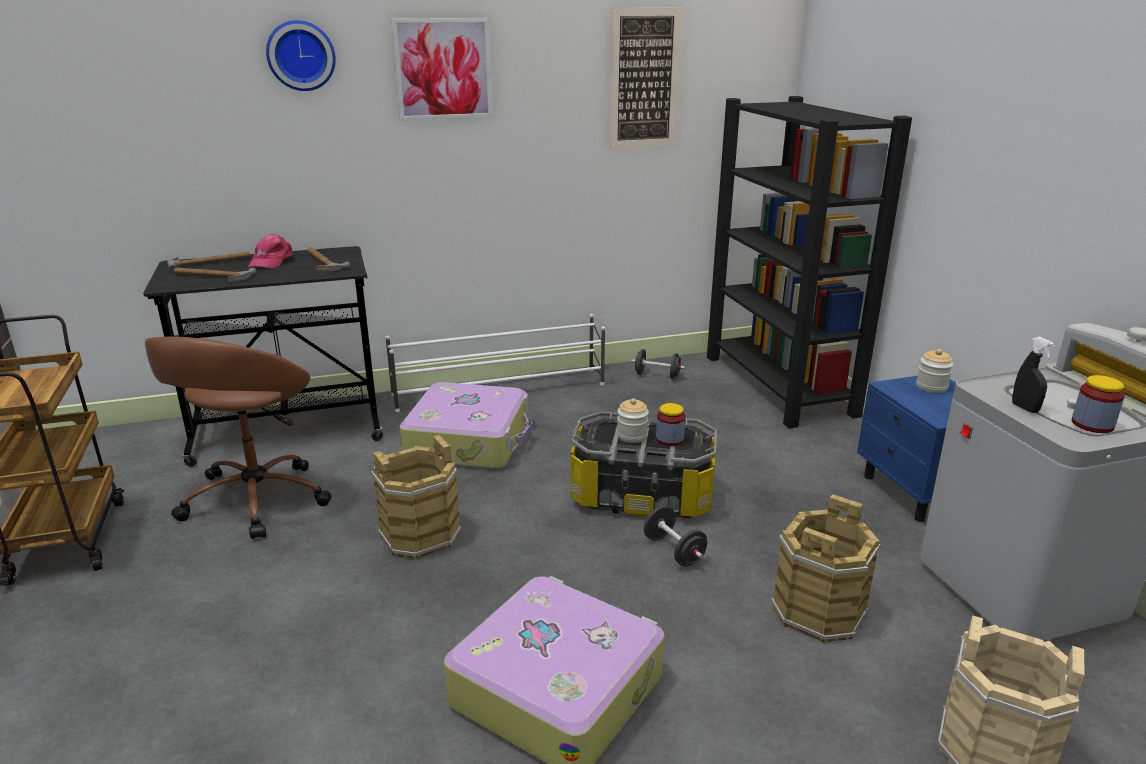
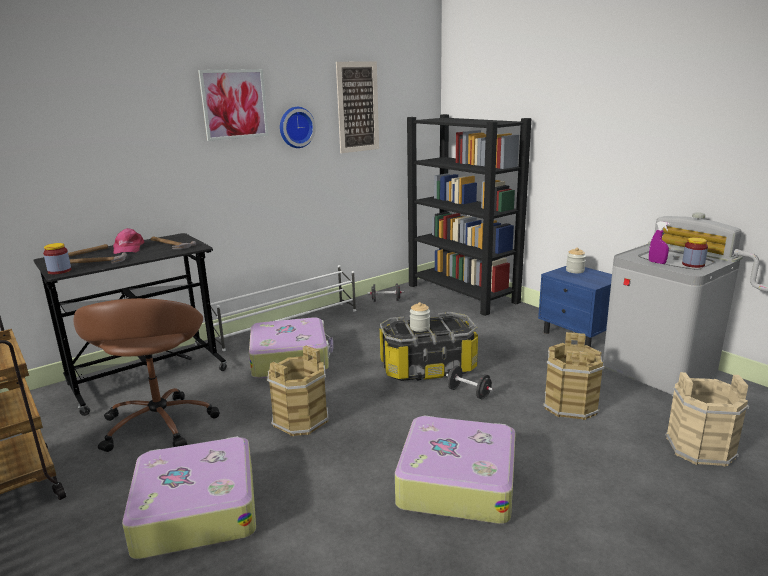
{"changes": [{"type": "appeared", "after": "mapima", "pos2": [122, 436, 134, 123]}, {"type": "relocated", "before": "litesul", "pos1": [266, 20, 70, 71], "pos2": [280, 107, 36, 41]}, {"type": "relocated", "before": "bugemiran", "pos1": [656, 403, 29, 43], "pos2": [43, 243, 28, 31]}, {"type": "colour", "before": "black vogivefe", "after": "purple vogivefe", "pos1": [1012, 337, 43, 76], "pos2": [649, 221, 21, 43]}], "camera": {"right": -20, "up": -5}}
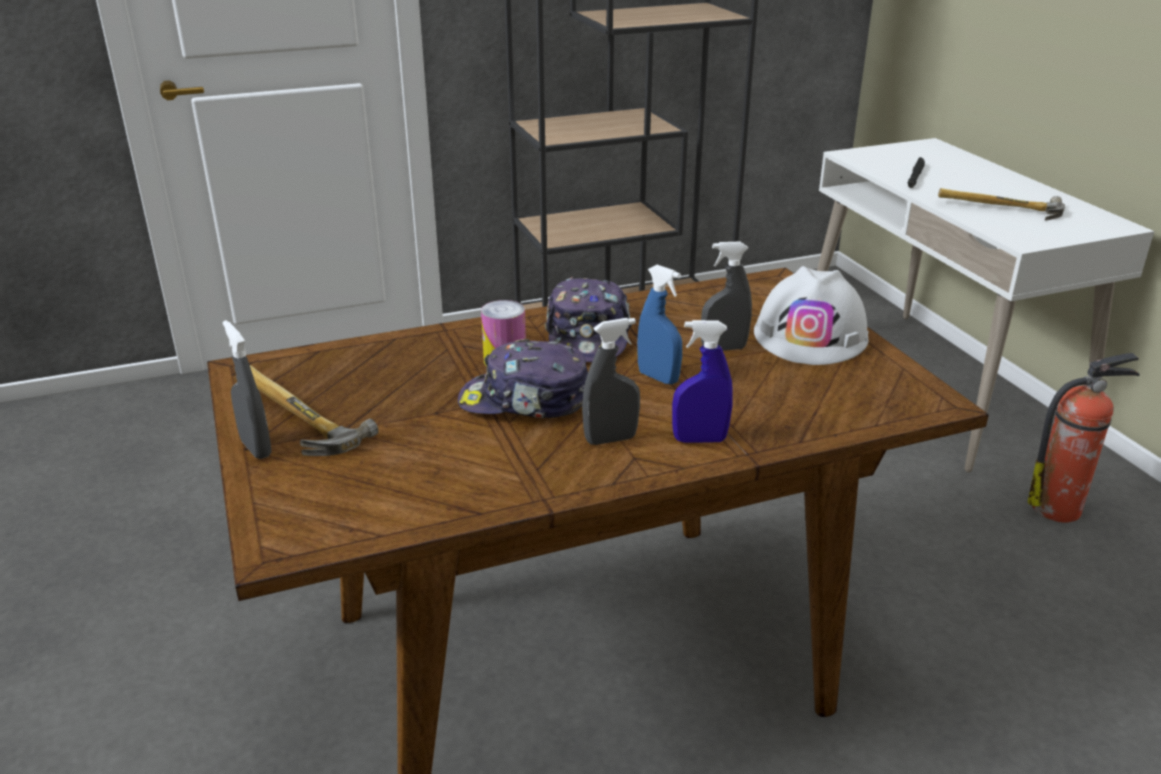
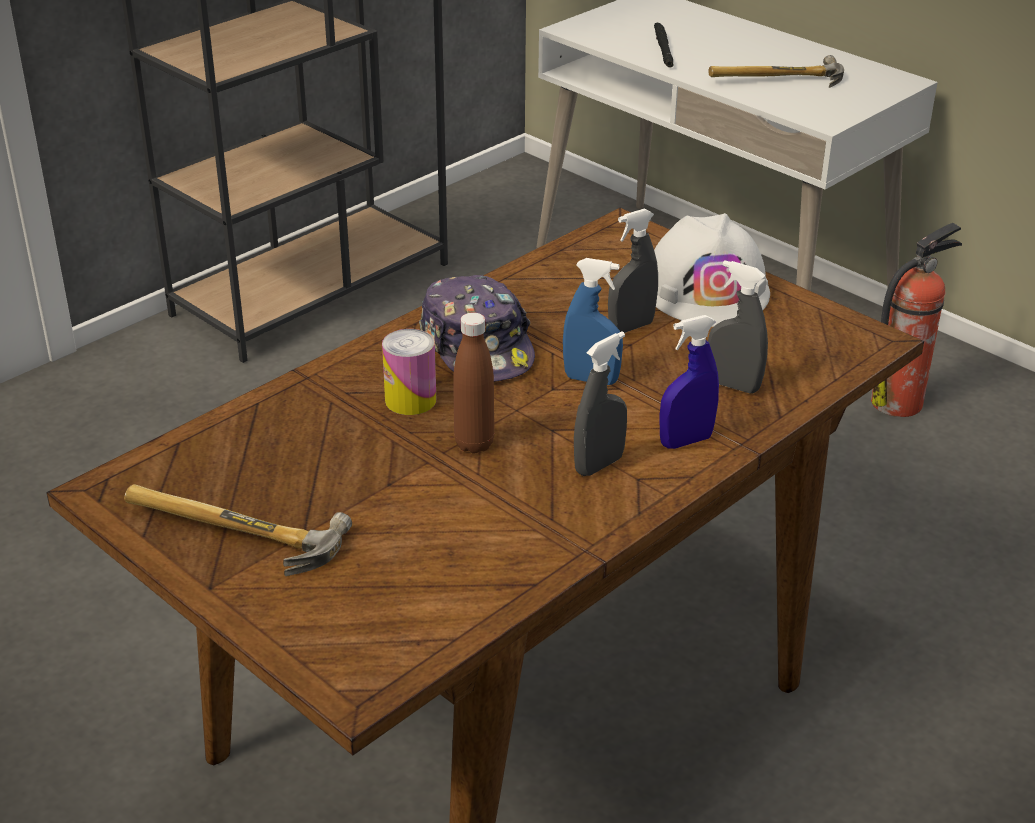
{"changes": [{"type": "relocated", "before": "grey vogivefe", "pos1": [223, 320, 49, 139], "pos2": [708, 260, 60, 133]}, {"type": "exchanged", "before": "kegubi", "after": "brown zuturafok", "pos1": [458, 339, 130, 79], "pos2": [453, 313, 41, 140]}], "camera": {"right": -25, "up": 5}}
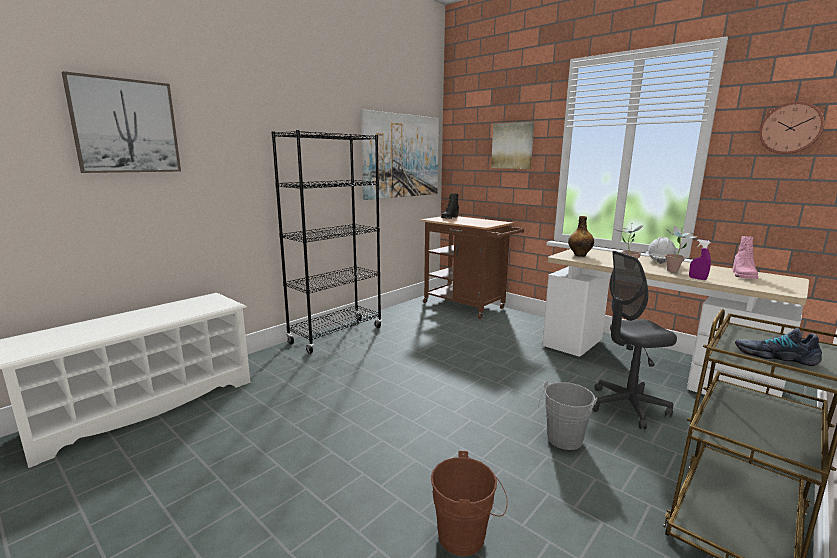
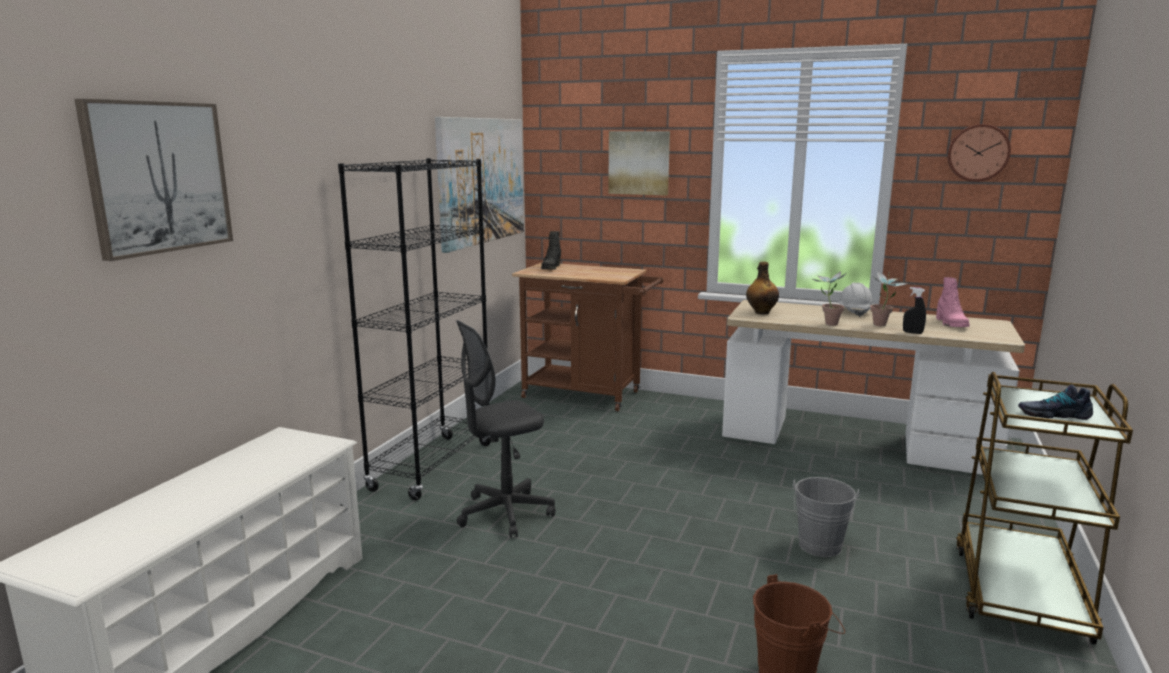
{"changes": [{"type": "relocated", "before": "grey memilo", "pos1": [592, 251, 85, 178], "pos2": [456, 320, 100, 218]}, {"type": "colour", "before": "purple vogivefe", "after": "black vogivefe", "pos1": [689, 239, 22, 41], "pos2": [903, 287, 23, 47]}], "camera": {"right": -20, "up": 0}}
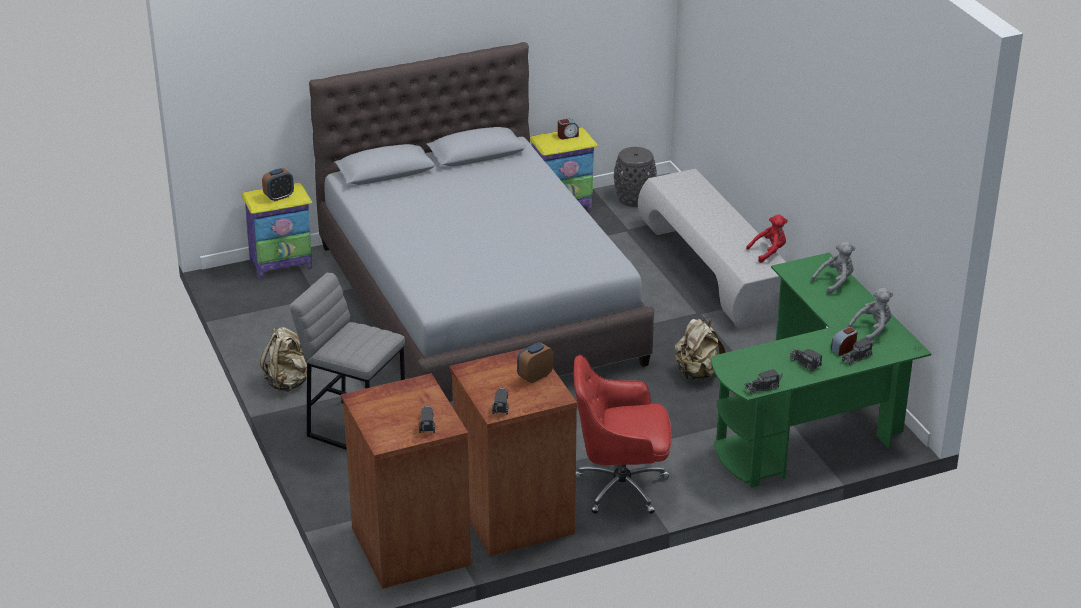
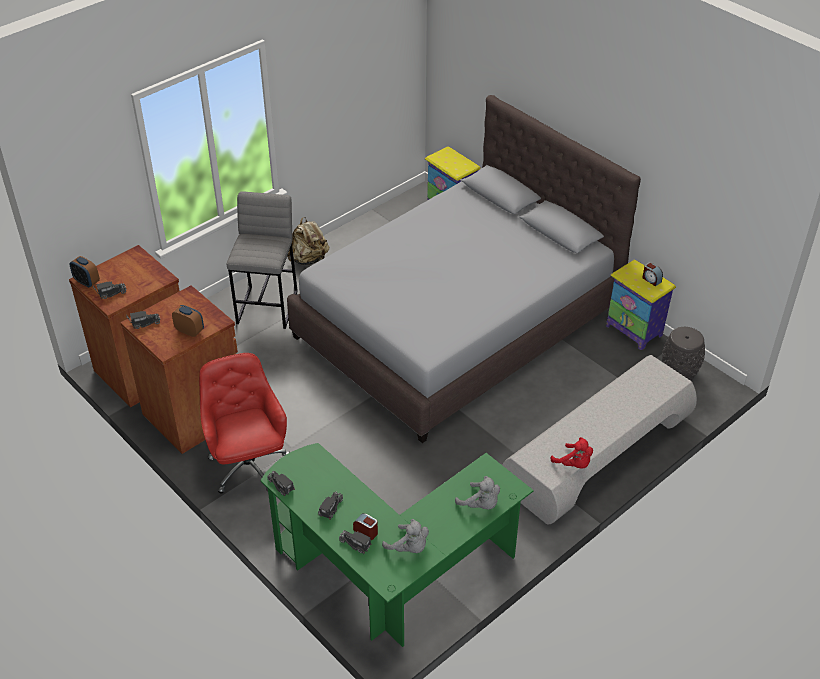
{"changes": [{"type": "missing", "before": "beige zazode", "pos1": [674, 317, 52, 63]}, {"type": "relocated", "before": "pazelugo", "pos1": [262, 168, 32, 33], "pos2": [70, 256, 30, 32]}], "camera": {"right": 70, "up": 10}}
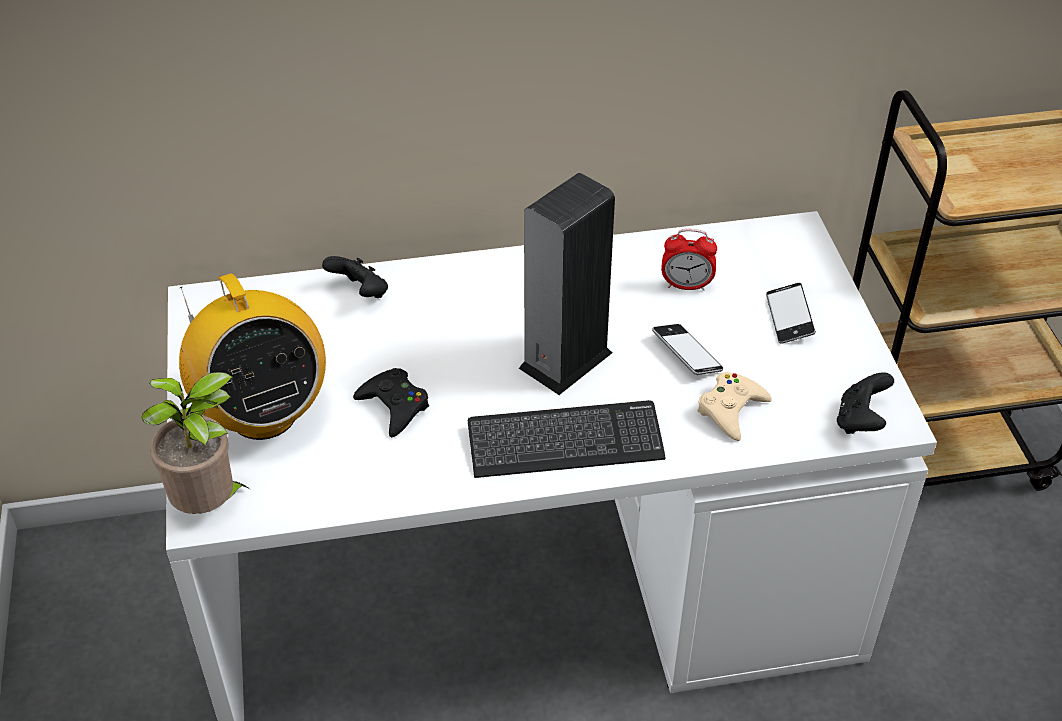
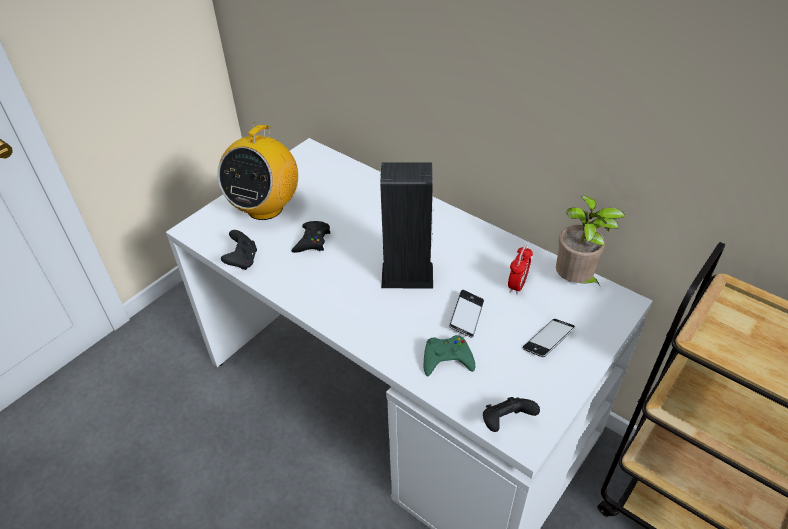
{"changes": [{"type": "missing", "before": "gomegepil", "pos1": [468, 400, 198, 78]}, {"type": "relocated", "before": "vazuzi", "pos1": [142, 372, 108, 142], "pos2": [556, 195, 69, 91]}, {"type": "relocated", "before": "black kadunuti", "pos1": [322, 256, 66, 42], "pos2": [221, 230, 36, 40]}, {"type": "colour", "before": "beige kadunuti", "after": "green kadunuti", "pos1": [697, 372, 75, 69], "pos2": [424, 335, 51, 41]}, {"type": "spun", "before": "pazelugo", "pos1": [661, 229, 56, 62], "pos2": [508, 245, 25, 50], "turn": -120}], "camera": {"right": 50, "up": 0}}
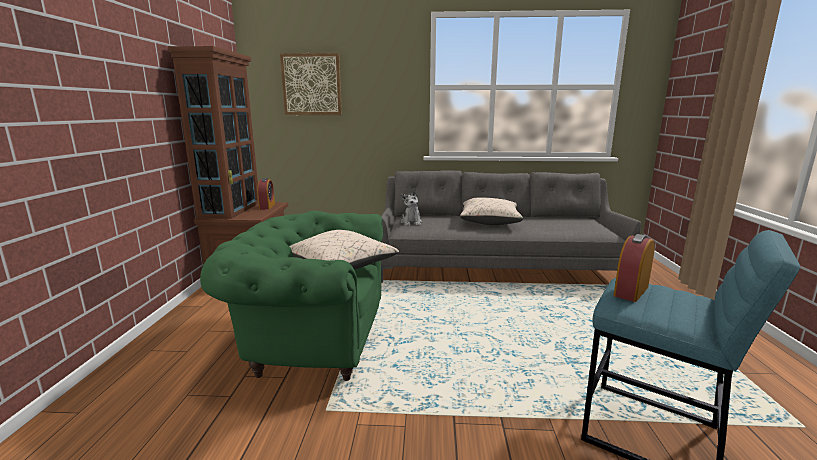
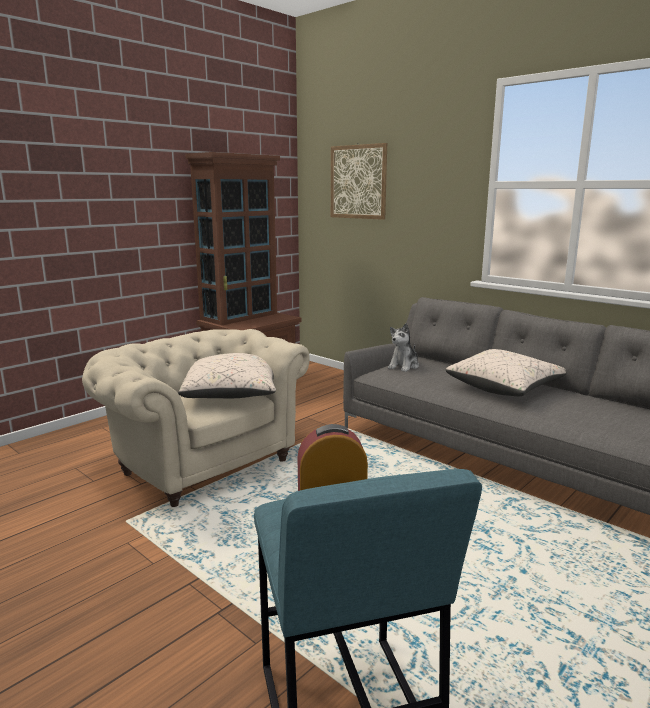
{"changes": [{"type": "missing", "before": "pazelugo", "pos1": [257, 178, 18, 31]}, {"type": "colour", "before": "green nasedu", "after": "beige nasedu", "pos1": [200, 211, 183, 170], "pos2": [82, 329, 228, 178]}], "camera": {"right": 40, "up": 0}}
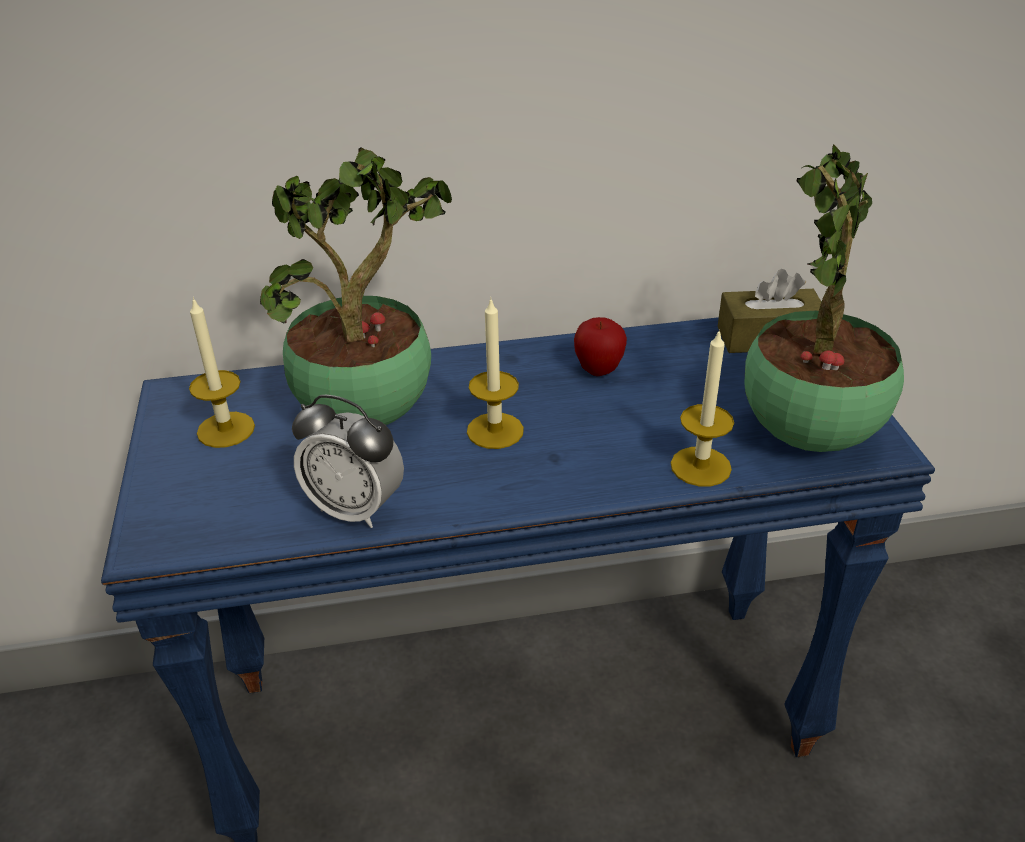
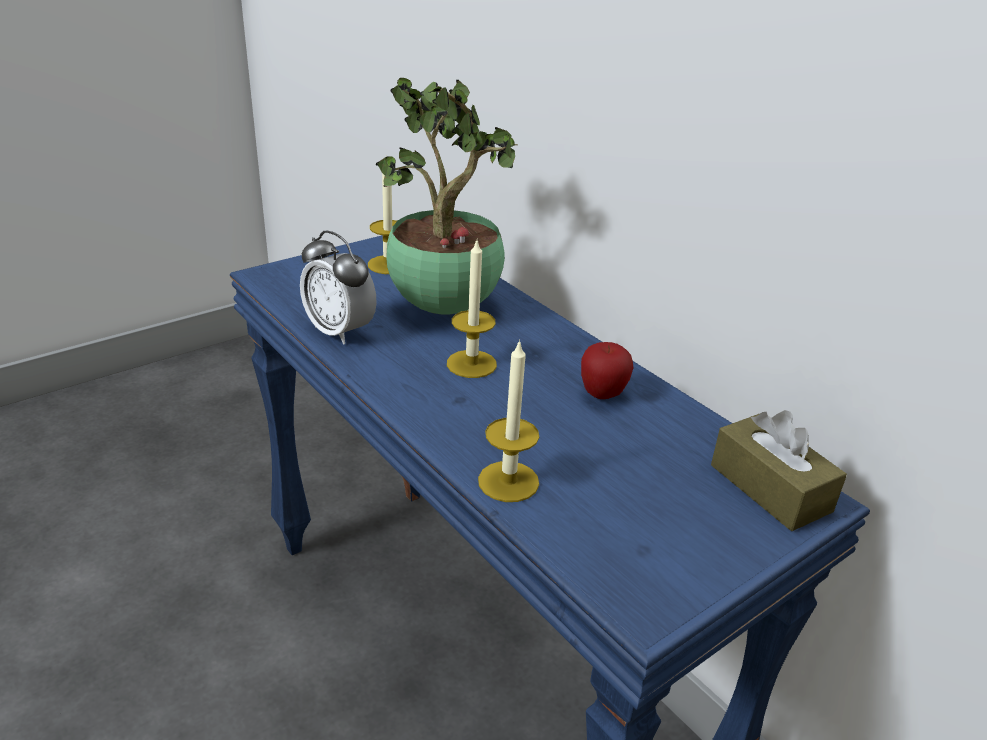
{"changes": [{"type": "missing", "before": "vazuzi", "pos1": [744, 144, 160, 308]}, {"type": "spun", "before": "pazelugo", "pos1": [292, 395, 112, 133], "pos2": [300, 231, 77, 114], "turn": -45}], "camera": {"right": 60, "up": -5}}
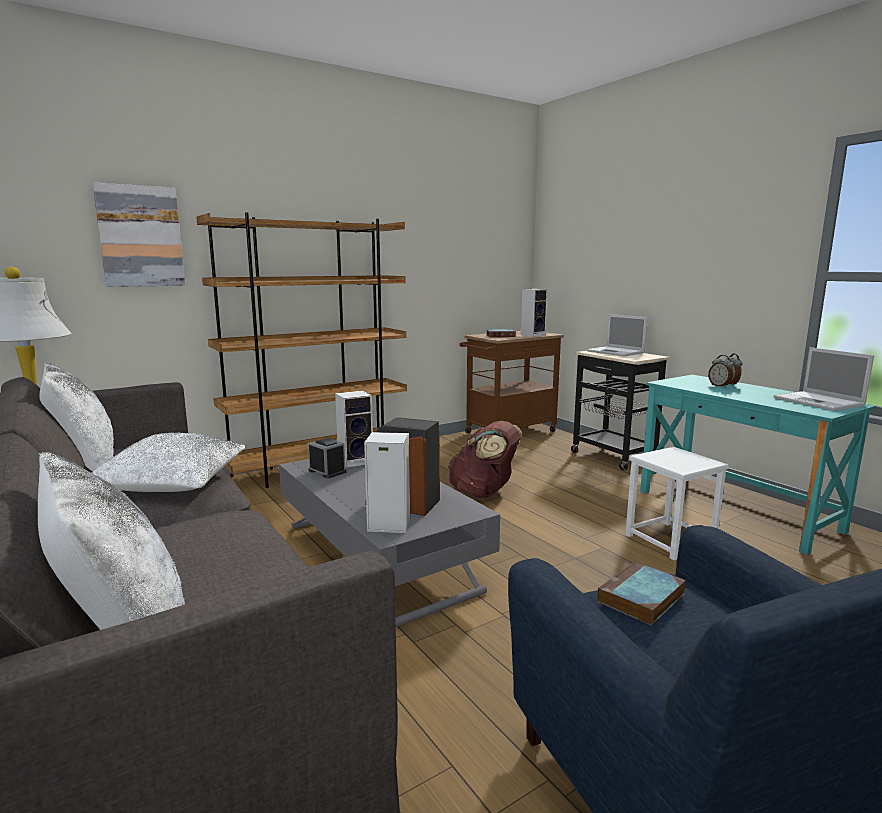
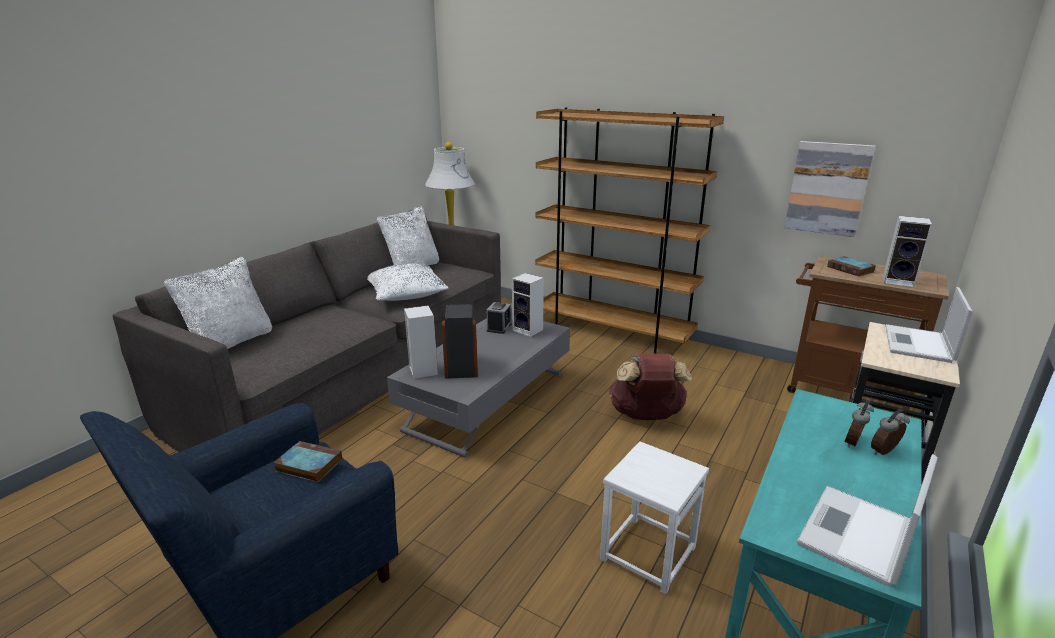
{"changes": [{"type": "relocated", "before": "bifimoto", "pos1": [93, 182, 92, 105], "pos2": [784, 141, 91, 96]}], "camera": {"right": 65, "up": 10}}
